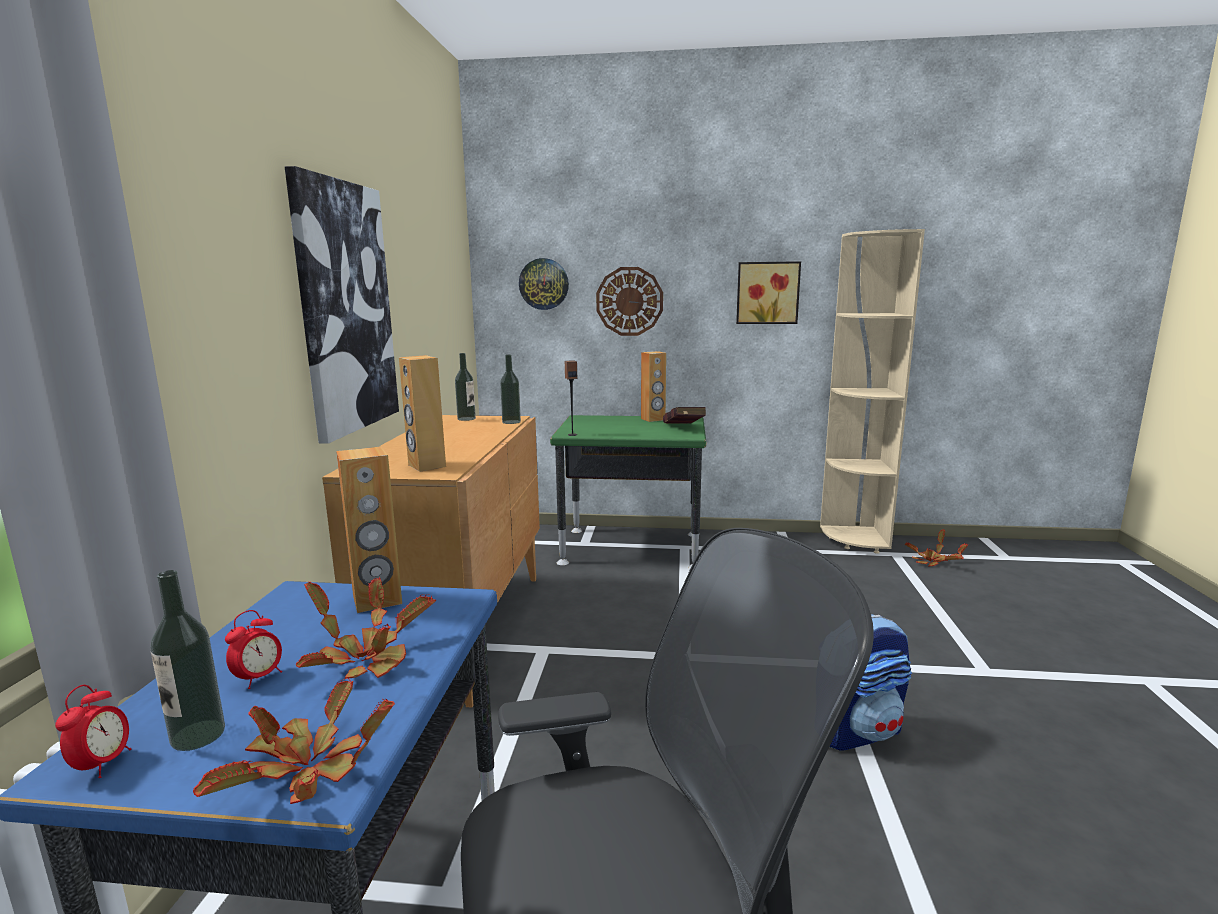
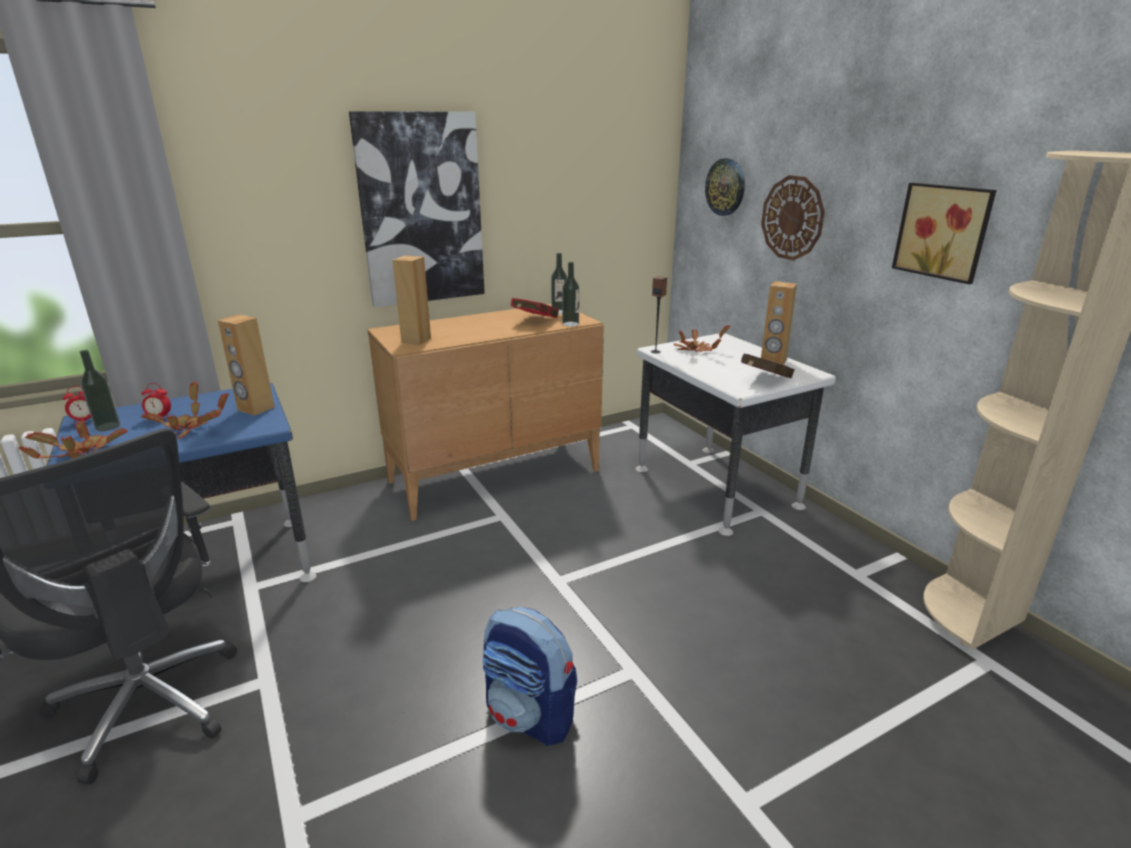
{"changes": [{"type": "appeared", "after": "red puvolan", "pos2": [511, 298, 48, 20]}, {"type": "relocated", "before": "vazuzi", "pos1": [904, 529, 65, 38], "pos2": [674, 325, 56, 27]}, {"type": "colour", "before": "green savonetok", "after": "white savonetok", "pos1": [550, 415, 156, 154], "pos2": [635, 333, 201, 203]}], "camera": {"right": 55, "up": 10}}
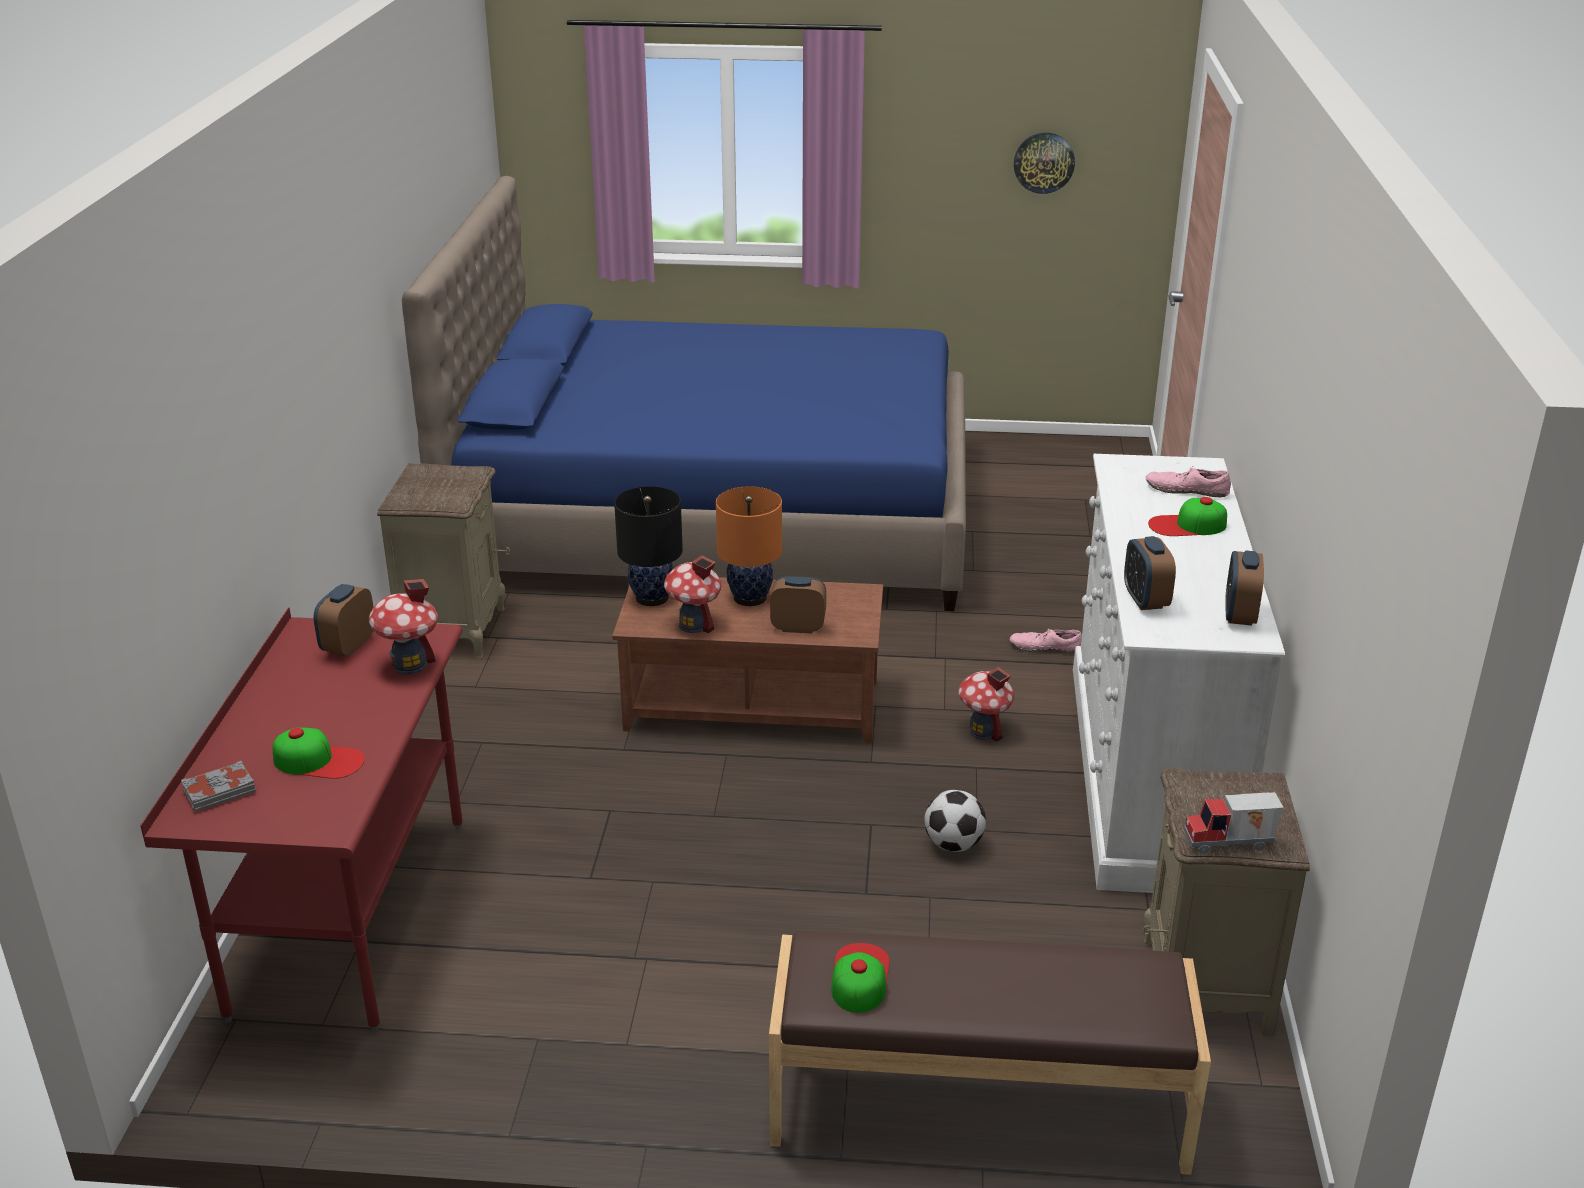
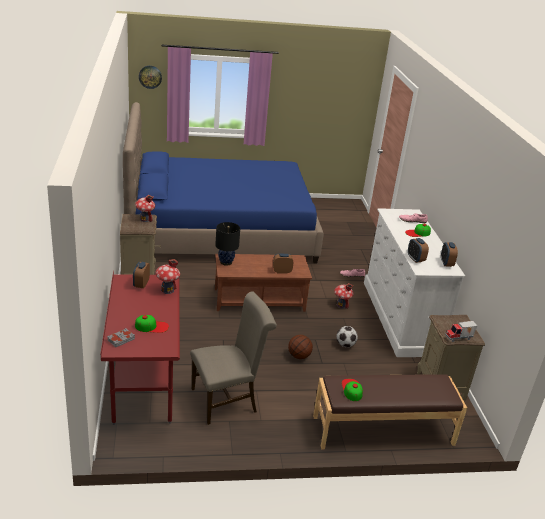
{"changes": [{"type": "missing", "before": "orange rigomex", "pos1": [716, 486, 66, 120]}, {"type": "appeared", "after": "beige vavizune", "pos2": [190, 291, 87, 134]}, {"type": "appeared", "after": "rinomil", "pos2": [288, 335, 25, 24]}, {"type": "relocated", "before": "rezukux", "pos1": [664, 555, 58, 78], "pos2": [135, 195, 20, 27]}, {"type": "relocated", "before": "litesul", "pos1": [1014, 132, 61, 62], "pos2": [139, 66, 23, 23]}], "camera": {"right": -15, "up": 0}}
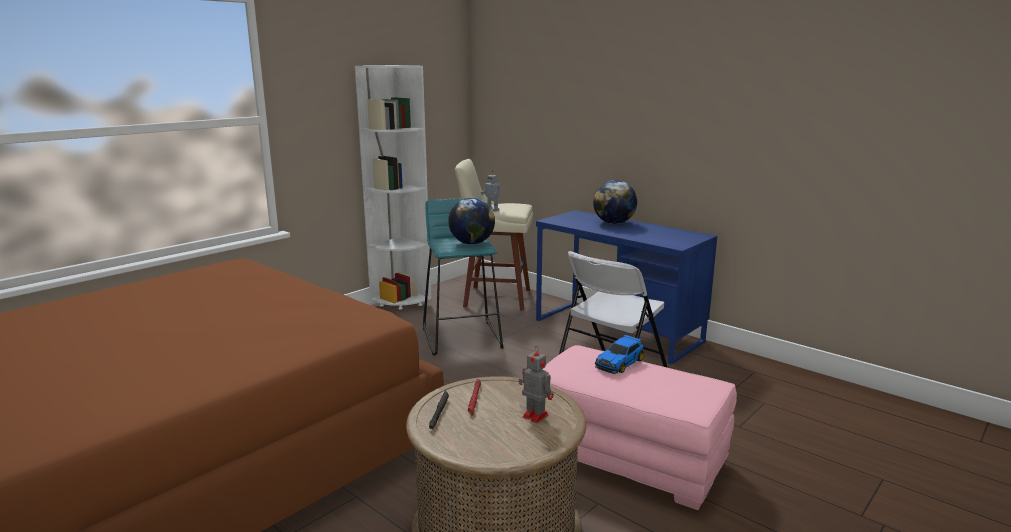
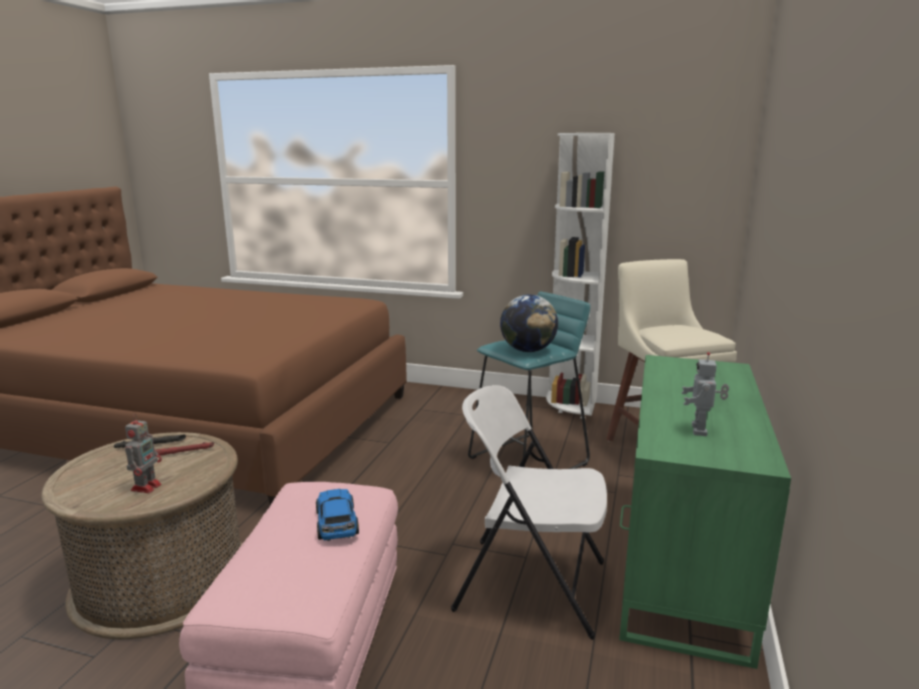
{"changes": [{"type": "missing", "before": "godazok", "pos1": [593, 180, 44, 44]}, {"type": "relocated", "before": "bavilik", "pos1": [481, 171, 19, 40], "pos2": [682, 352, 47, 84]}, {"type": "colour", "before": "blue savonetok", "after": "green savonetok", "pos1": [536, 210, 181, 155], "pos2": [619, 355, 172, 314]}, {"type": "spun", "before": "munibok", "pos1": [595, 335, 49, 39], "pos2": [316, 489, 43, 52], "turn": 60}], "camera": {"right": 65, "up": 0}}
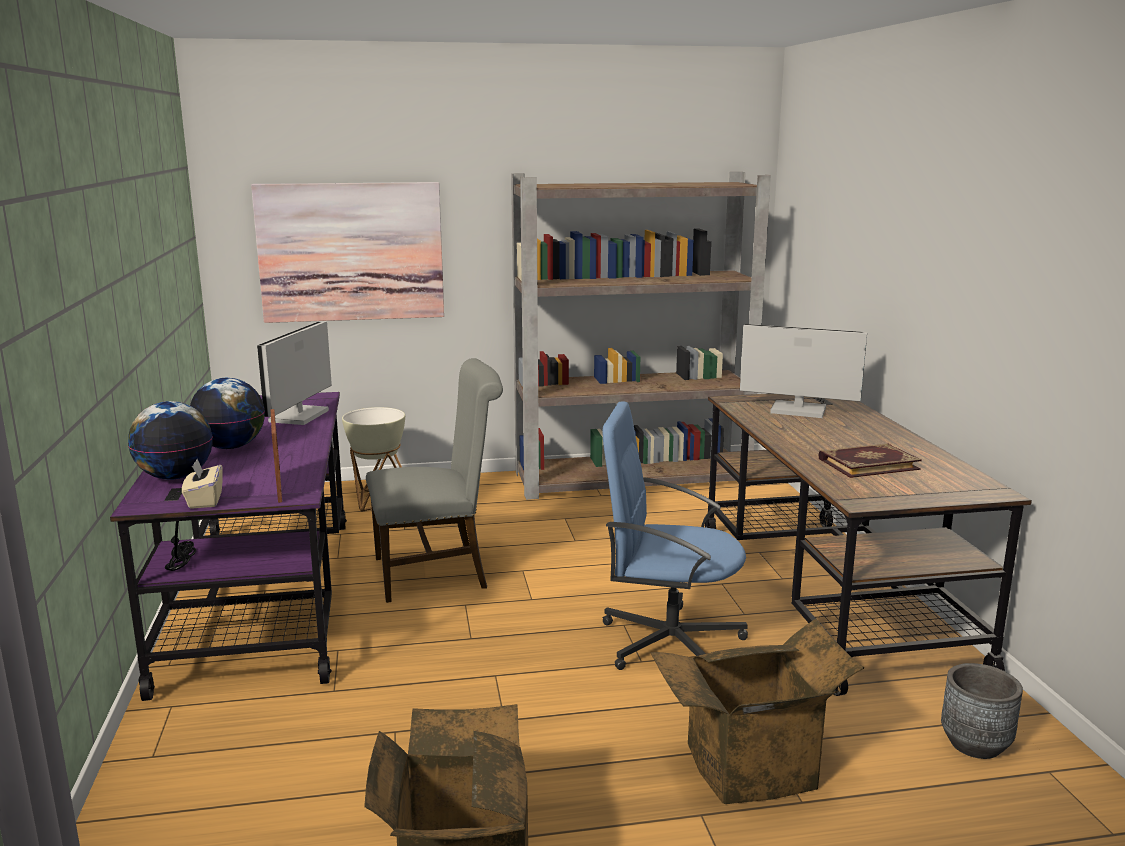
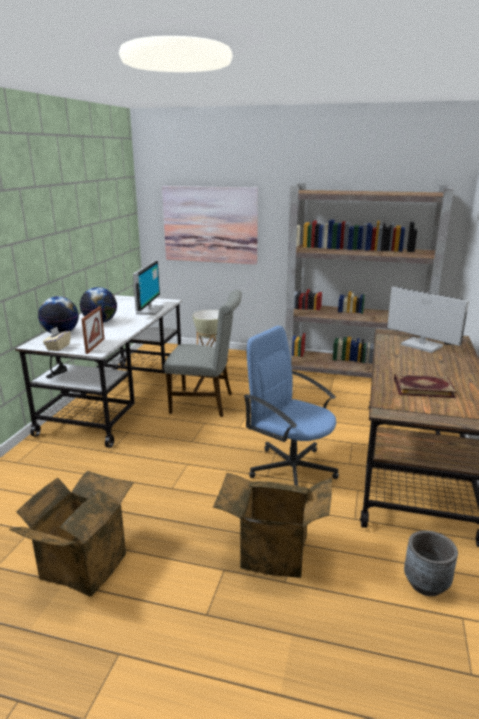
{"changes": [{"type": "colour", "before": "purple savonetok", "after": "white savonetok", "pos1": [110, 392, 237, 309], "pos2": [15, 295, 167, 153]}, {"type": "spun", "before": "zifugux", "pos1": [257, 321, 75, 104], "pos2": [133, 261, 31, 54], "turn": 150}], "camera": {"right": 25, "up": 5}}
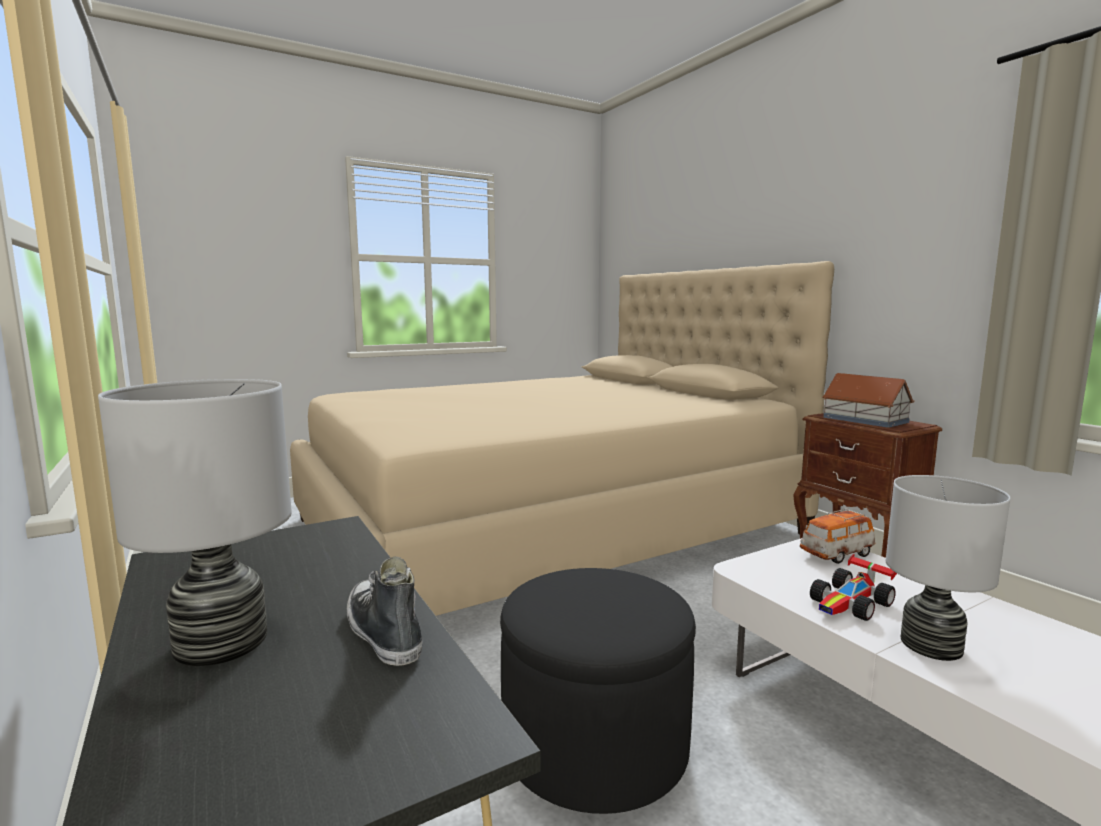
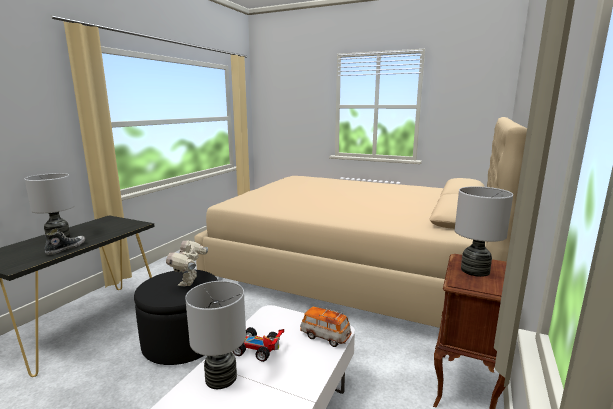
{"changes": [{"type": "appeared", "after": "bavilik", "pos2": [166, 240, 42, 47]}, {"type": "exchanged", "before": "rezukux", "after": "grey rigomex", "pos1": [822, 373, 93, 55], "pos2": [455, 186, 58, 91]}], "camera": {"right": 55, "up": 5}}
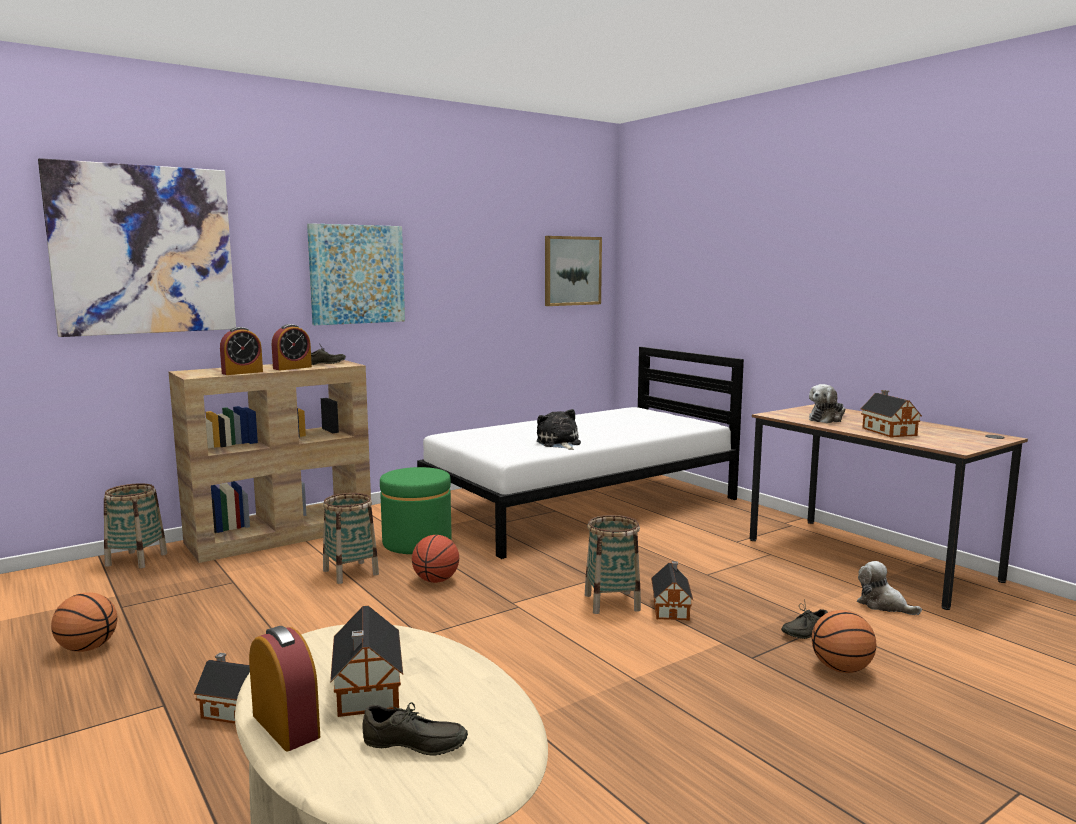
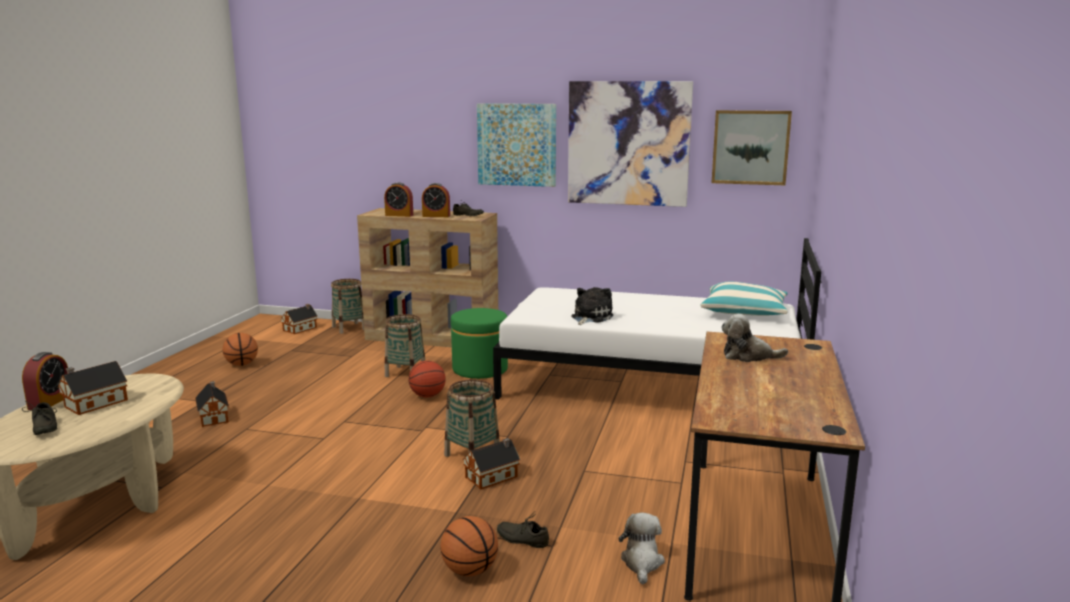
{"changes": [{"type": "appeared", "after": "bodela", "pos2": [701, 282, 87, 34]}, {"type": "relocated", "before": "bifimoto", "pos1": [38, 158, 198, 179], "pos2": [568, 81, 125, 126]}, {"type": "relocated", "before": "rezukux", "pos1": [861, 390, 61, 47], "pos2": [281, 304, 37, 30]}], "camera": {"right": 50, "up": 5}}
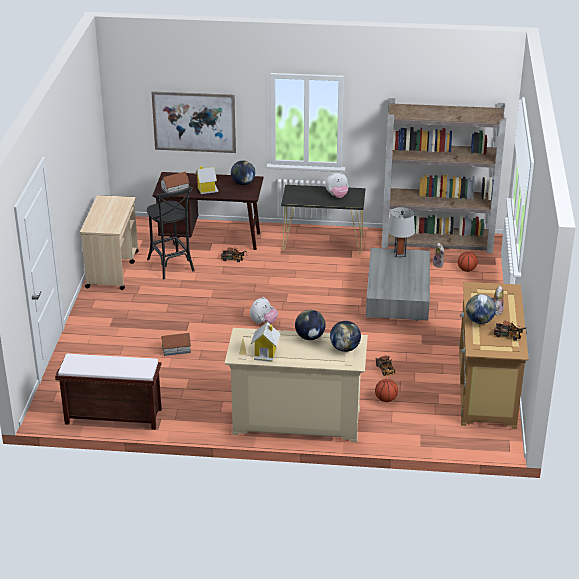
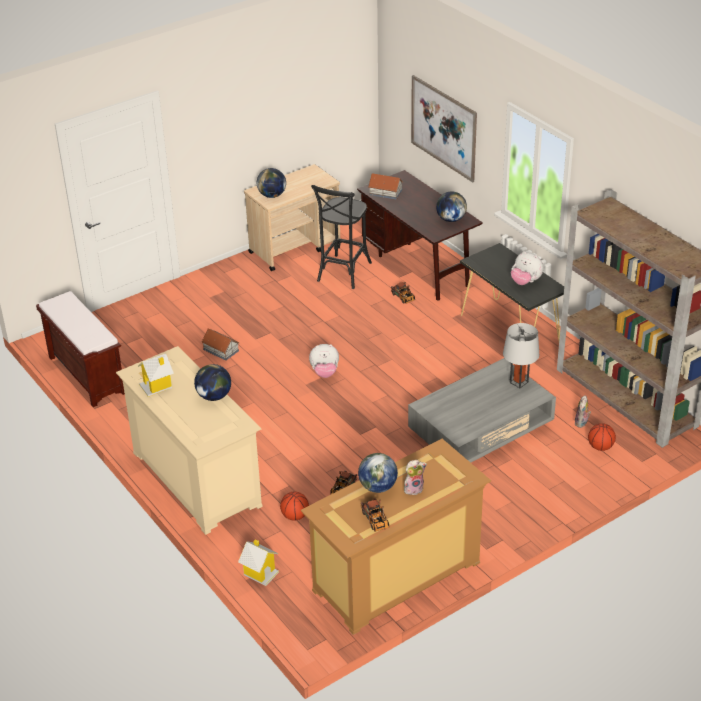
{"changes": [{"type": "relocated", "before": "rezukux", "pos1": [195, 166, 23, 28], "pos2": [238, 539, 41, 47]}, {"type": "relocated", "before": "godazok", "pos1": [330, 321, 31, 31], "pos2": [257, 168, 29, 30]}], "camera": {"right": 50, "up": 5}}
